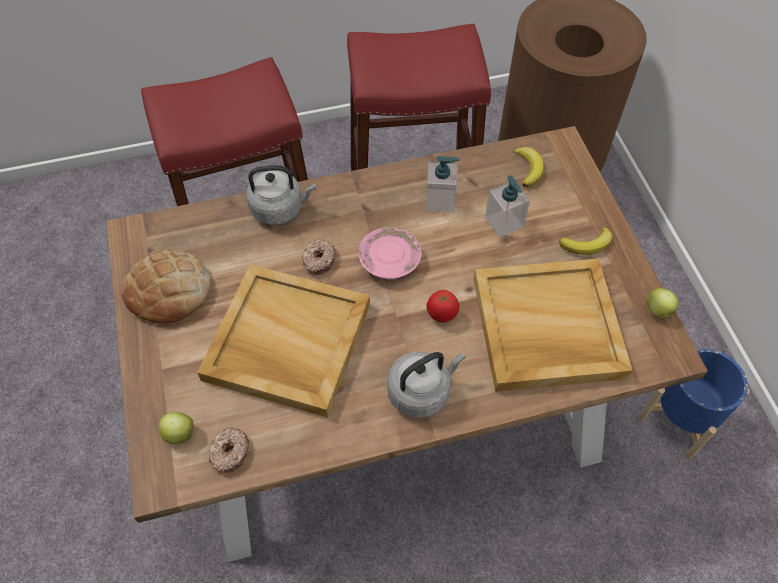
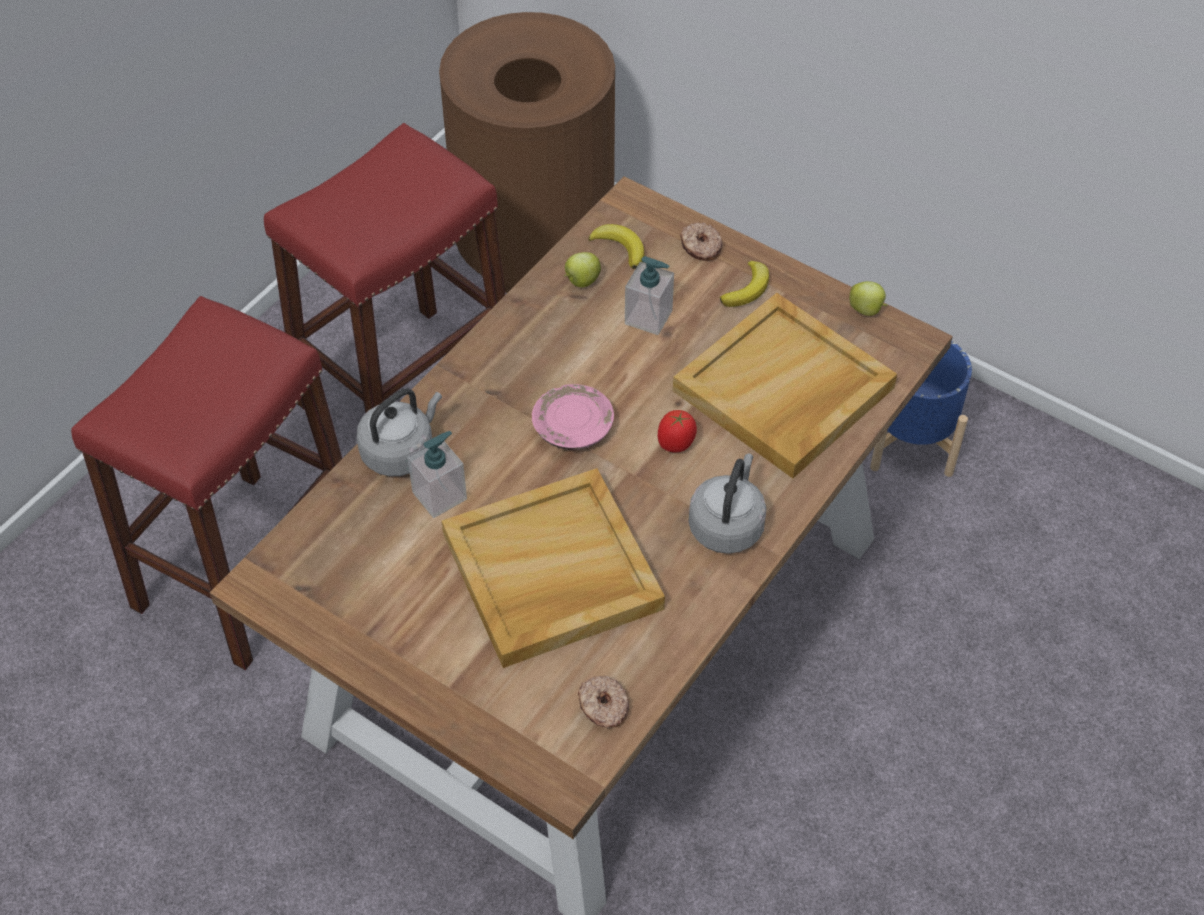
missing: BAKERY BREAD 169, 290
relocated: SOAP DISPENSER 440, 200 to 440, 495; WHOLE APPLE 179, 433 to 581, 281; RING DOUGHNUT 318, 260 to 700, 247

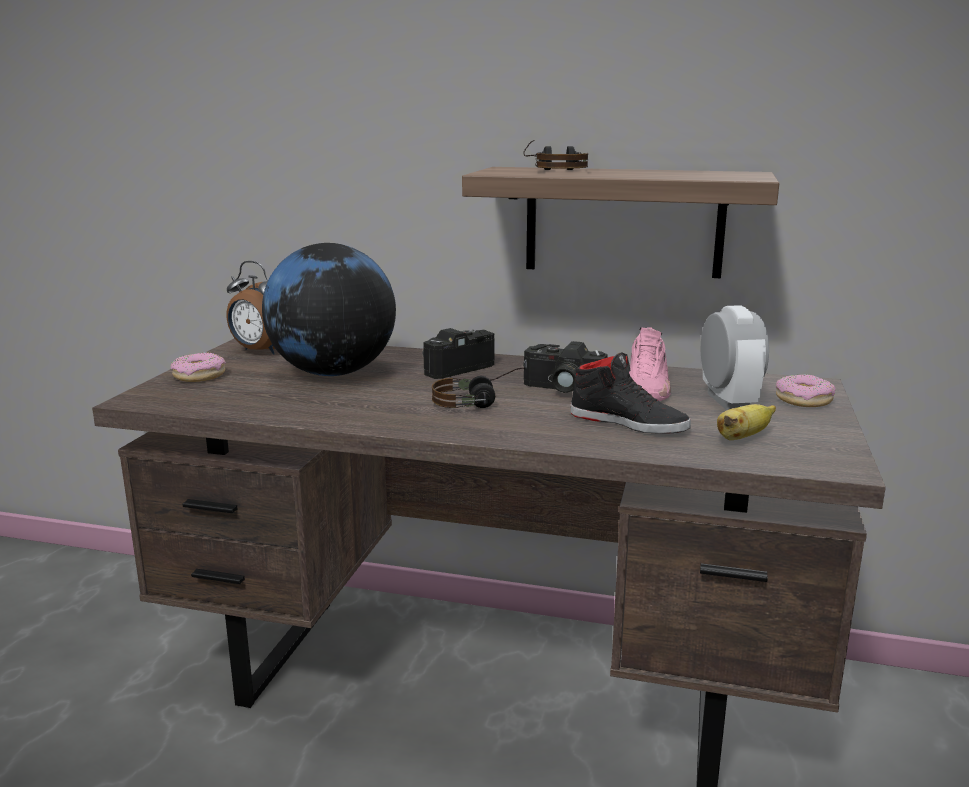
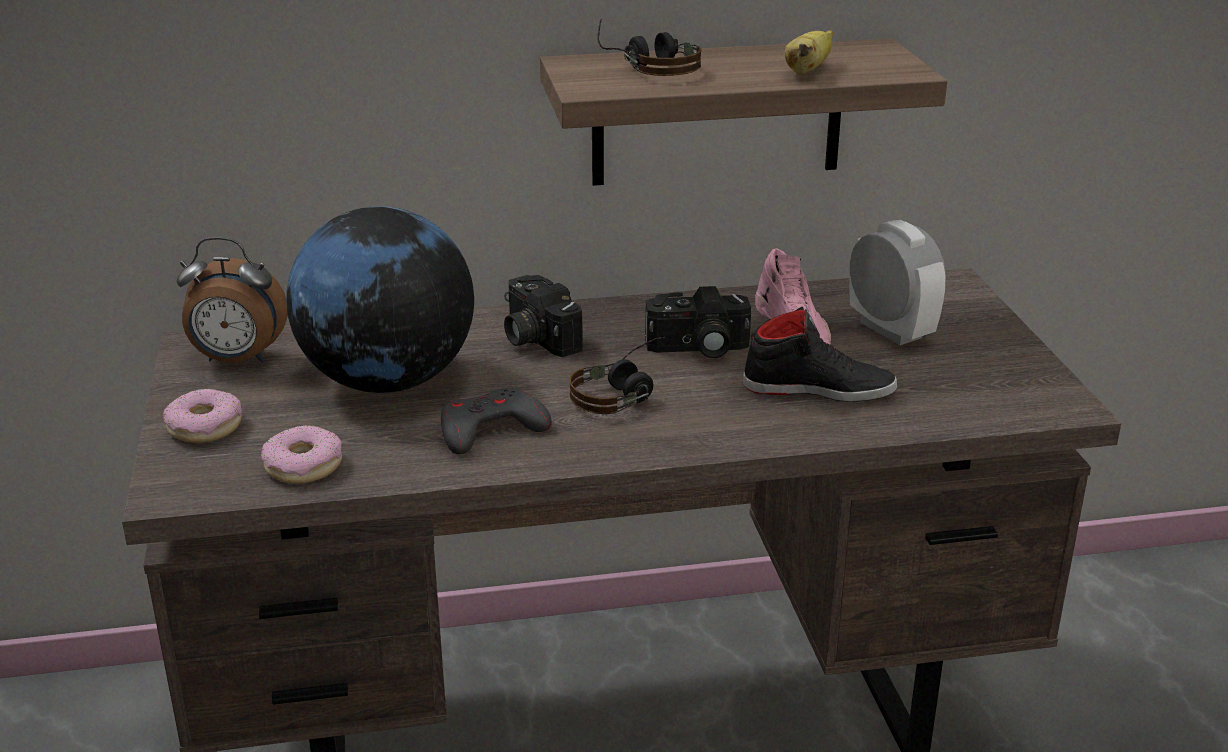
appeared: GREYISH GAMEPAD 491, 429
relocated: RING DOUGHNUT 803, 400 to 303, 466; BANANA 742, 437 to 807, 70
spun: STILL CAMERA 454, 367 = 534, 337 60 degrees counterclockwise

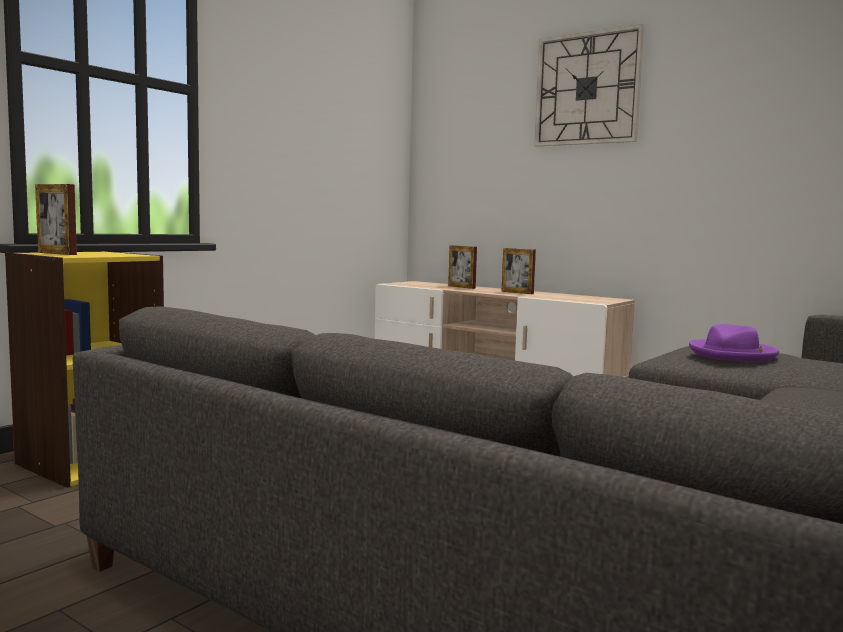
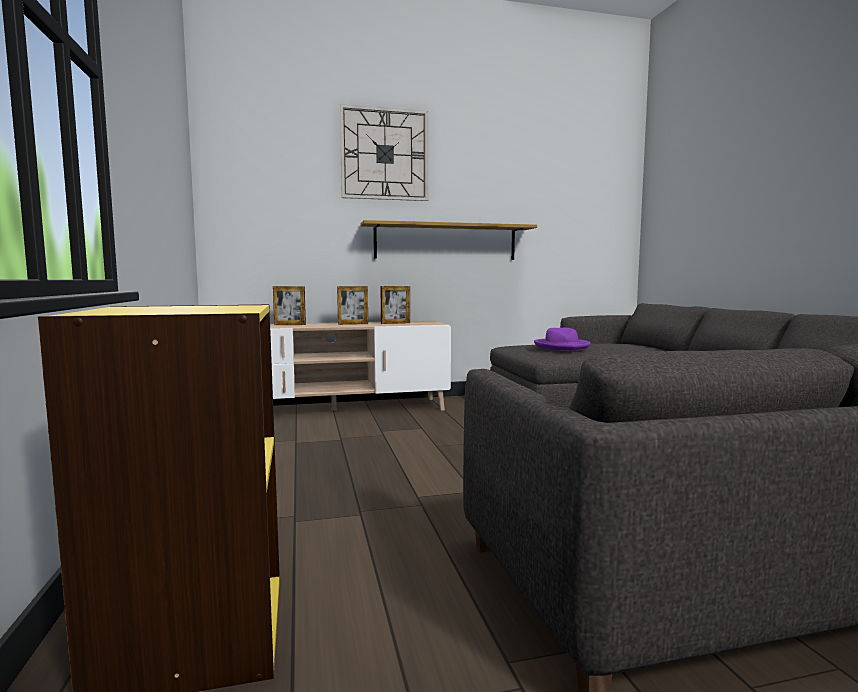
appeared: SHELF 446, 242
relocated: STANDING FRAME 57, 253 to 395, 323

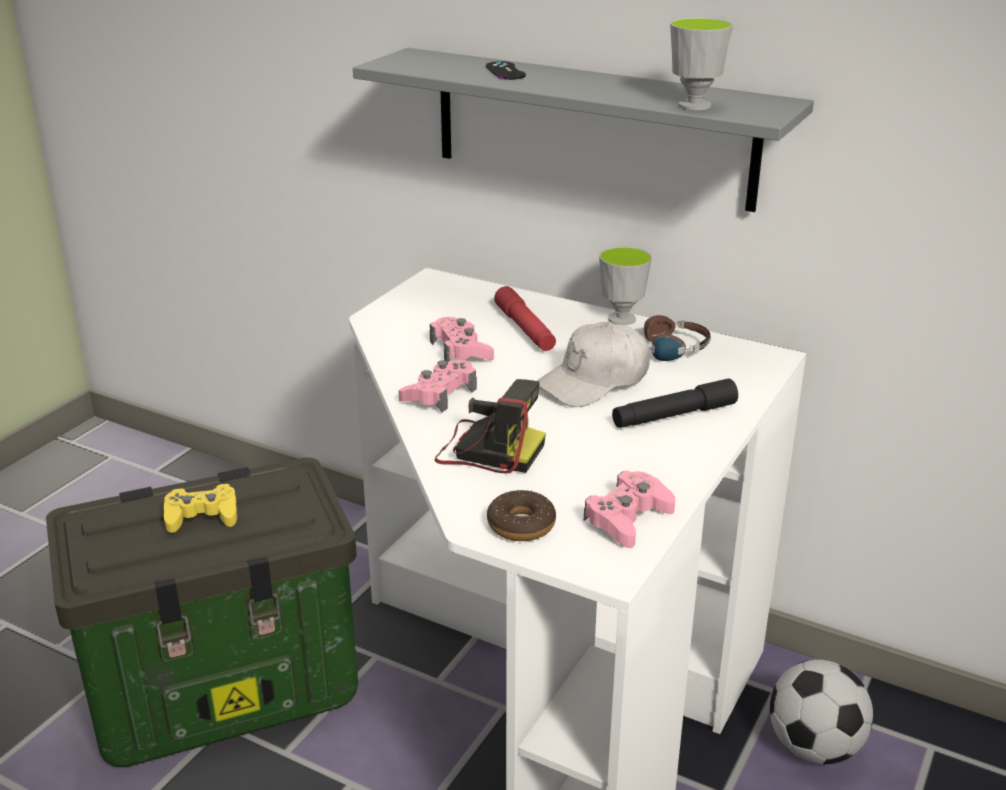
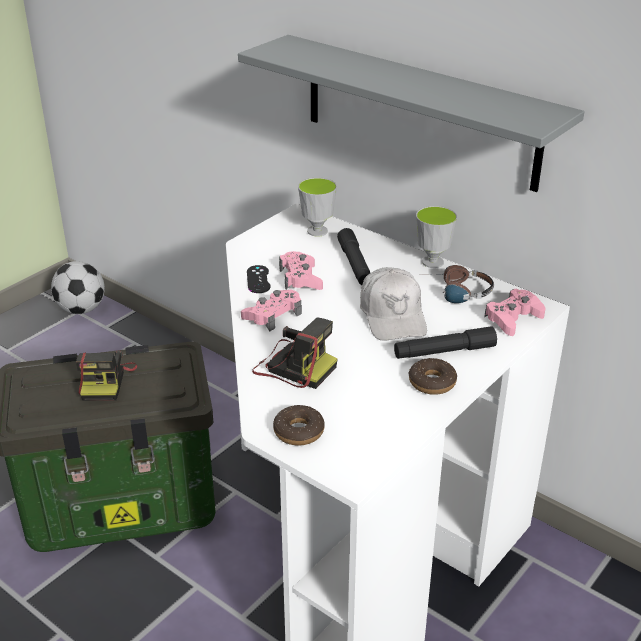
appeared: RING DOUGHNUT 432, 382
relocated: BALL FOR FOOTBALL 815, 748 to 82, 310; BLACK GAMEPAD 505, 71 to 258, 279; SMALL CUP 694, 105 to 317, 231; PINK-COLOURED GAMEPAD 627, 518 to 513, 318
exchanged: YELLOWISH GAMEPAD 202, 516 to STILL CAMERA 106, 381
colour: RED-COLOURED HAND TORCH 525, 329 to BLACK HAND TORCH 354, 264
spun: WHITISH BASEBALL CAP 594, 381 = 393, 316 75 degrees counterclockwise

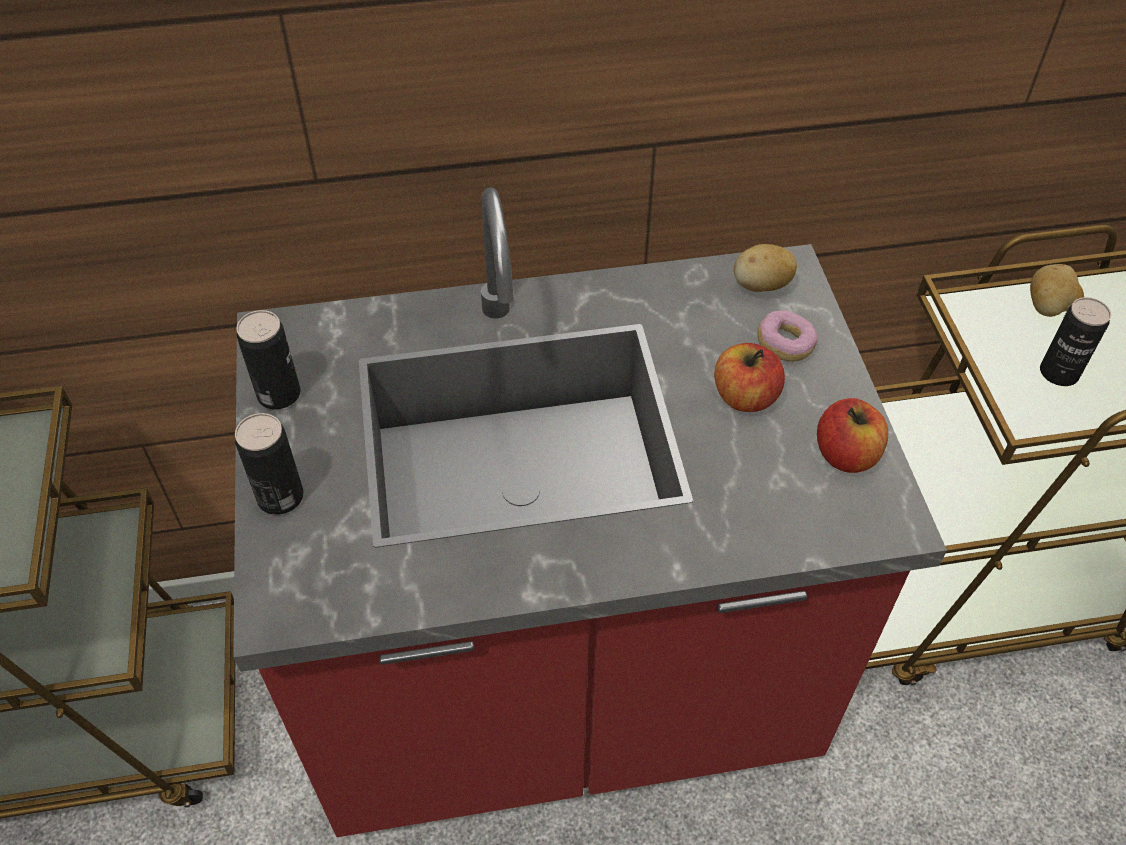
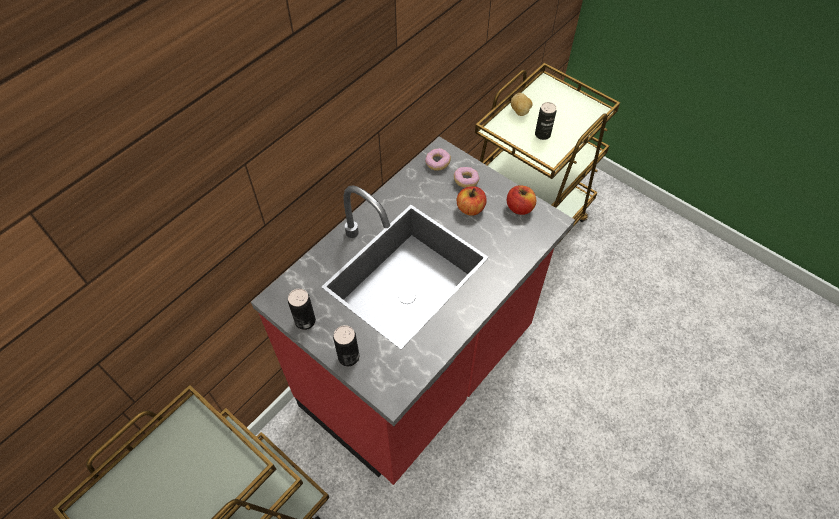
exchanged: WHOLE POTATO 761, 286 to RING DOUGHNUT 437, 163

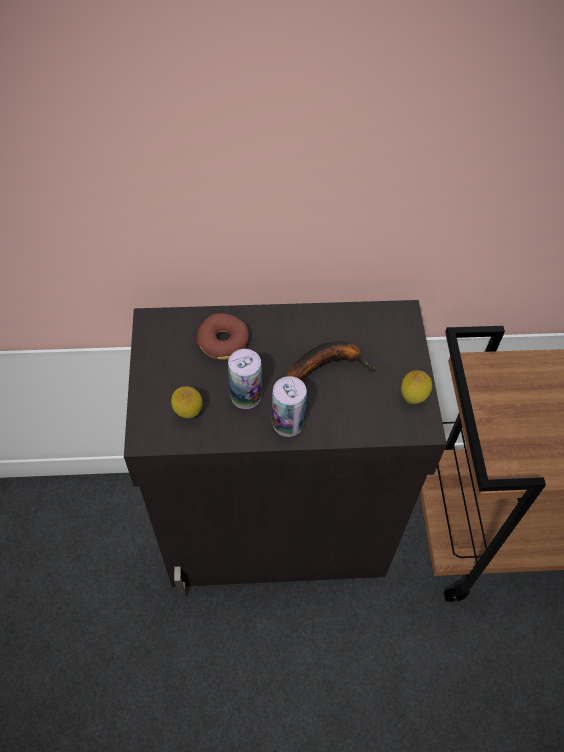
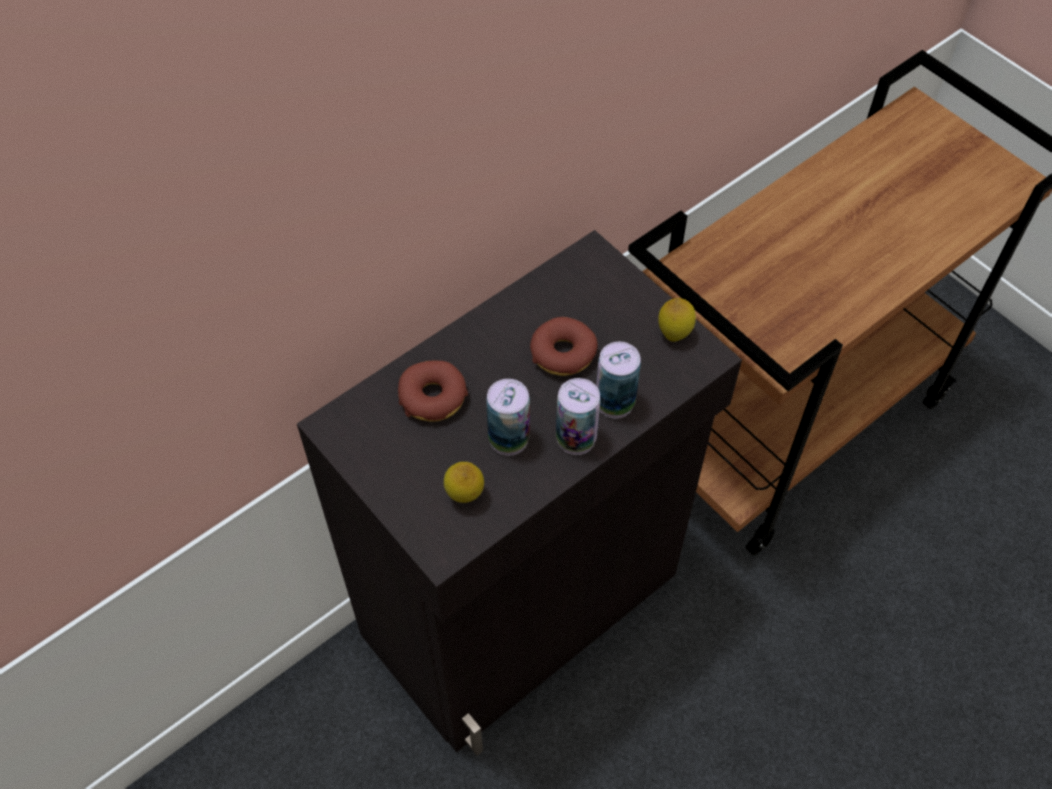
appeared: CAN 614, 402
exchanged: BANANA 327, 365 to RING DOUGHNUT 563, 353

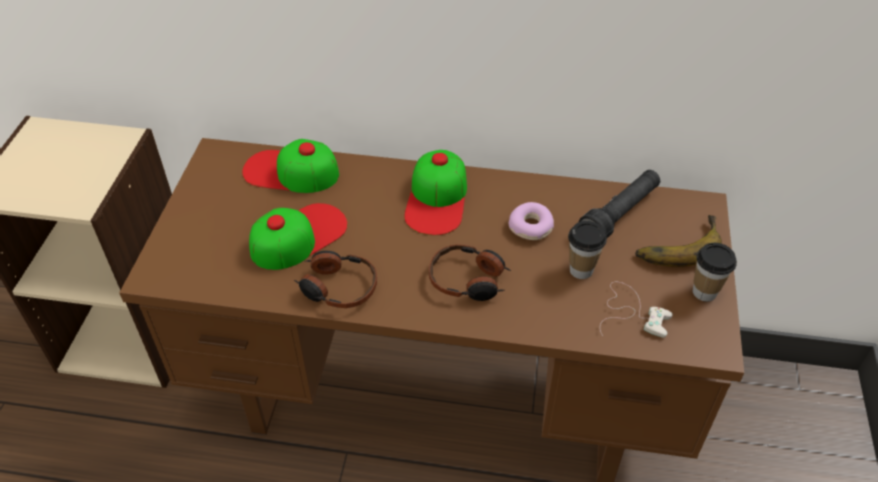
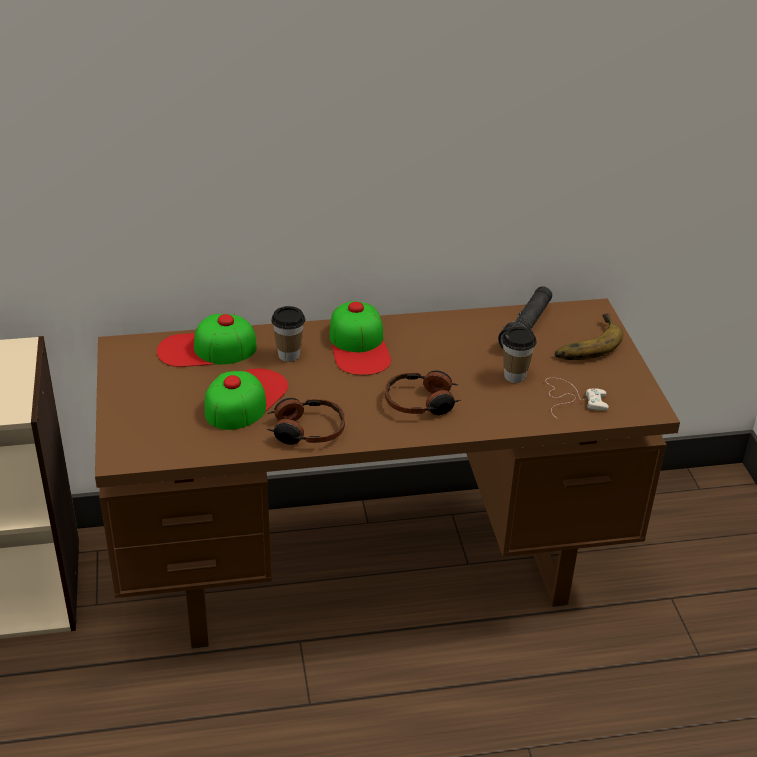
missing: RING DOUGHNUT 531, 227
relocated: SMALL CUP 704, 292 to 289, 355

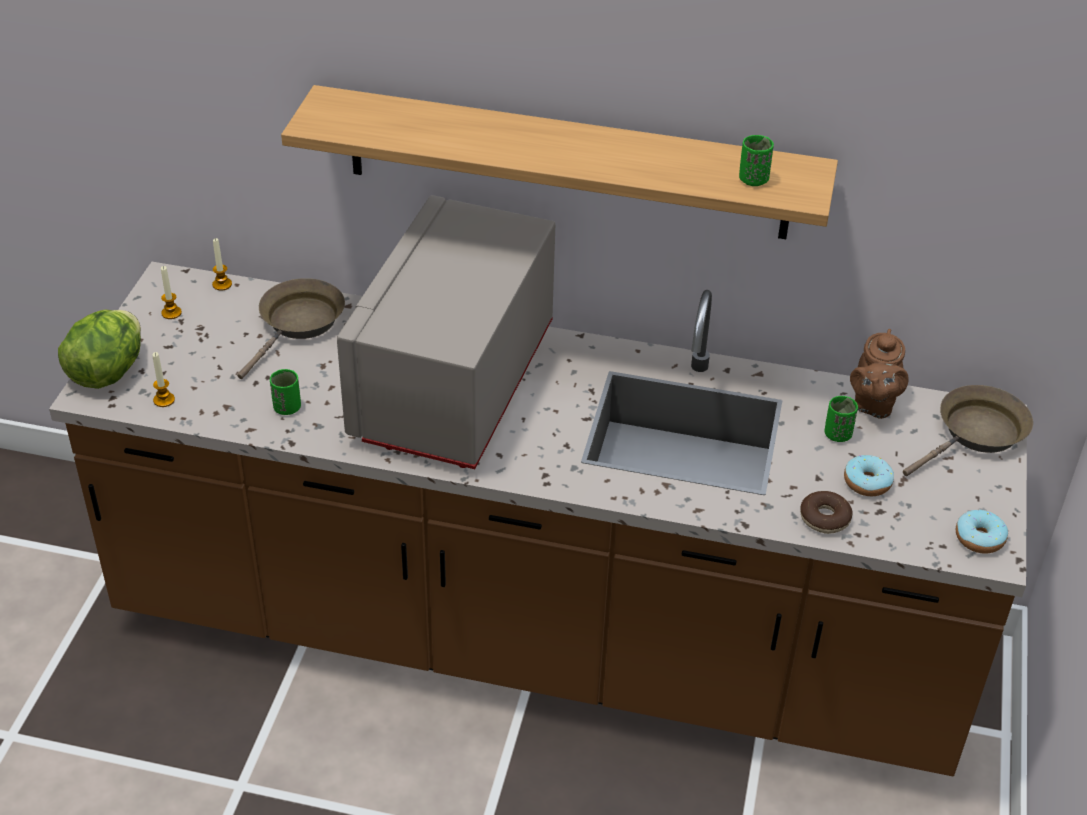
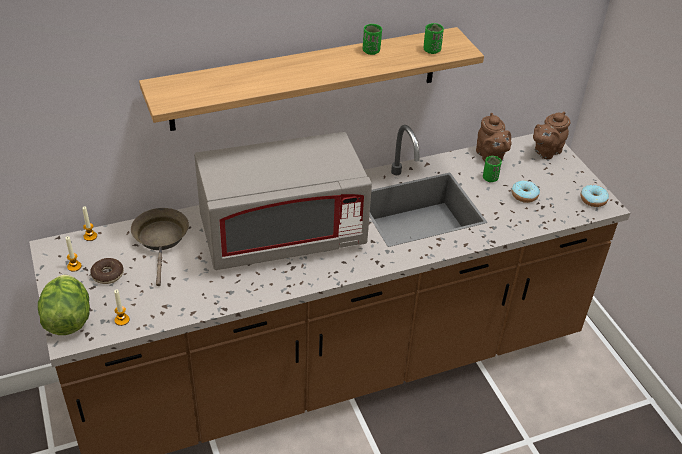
relocated: RING DOUGHNUT 824, 518 to 107, 275; GREENISH SMALL CUP 287, 408 to 371, 51
exchanged: BROWNISH PAN 976, 434 to BROWNISH POT FOR TEA 546, 152
spun: GREYISH MICROWAVE 453, 384 = 282, 235 90 degrees counterclockwise

